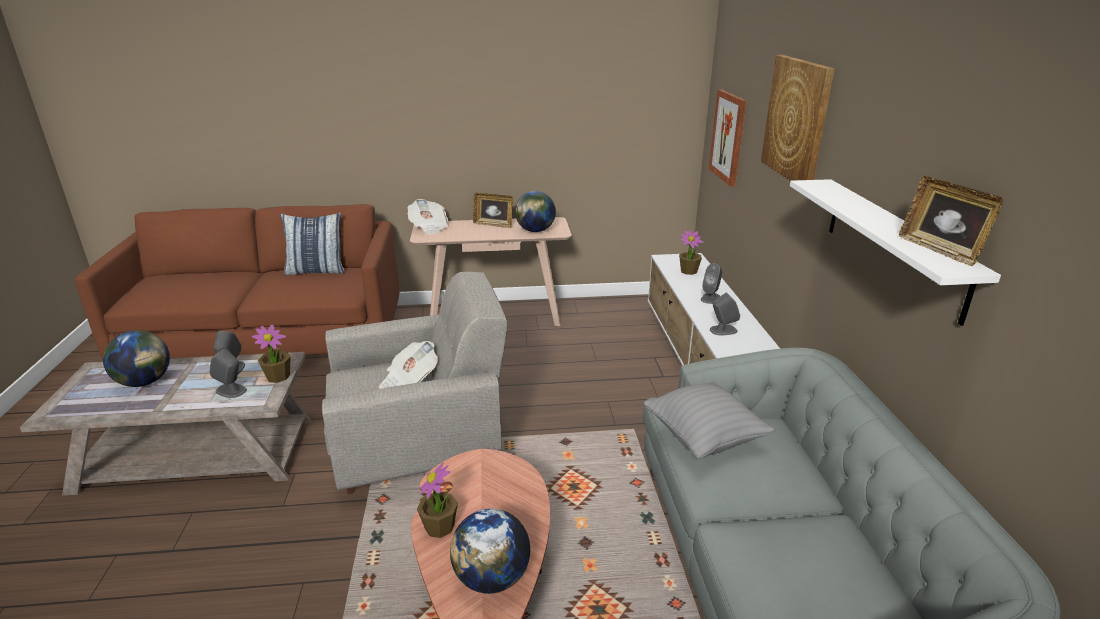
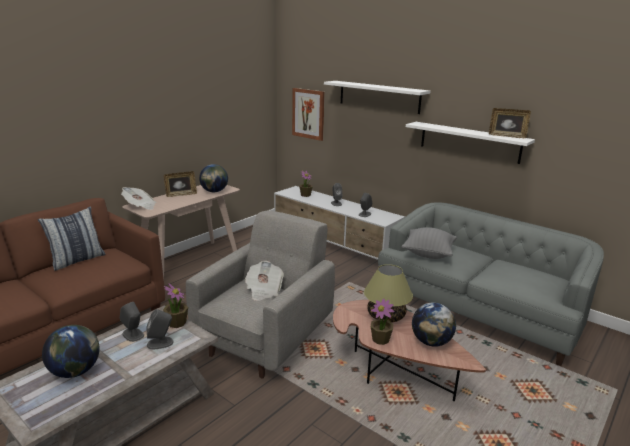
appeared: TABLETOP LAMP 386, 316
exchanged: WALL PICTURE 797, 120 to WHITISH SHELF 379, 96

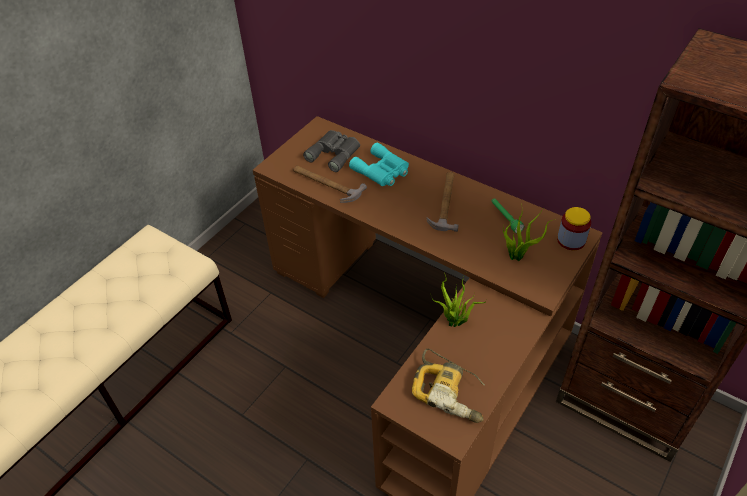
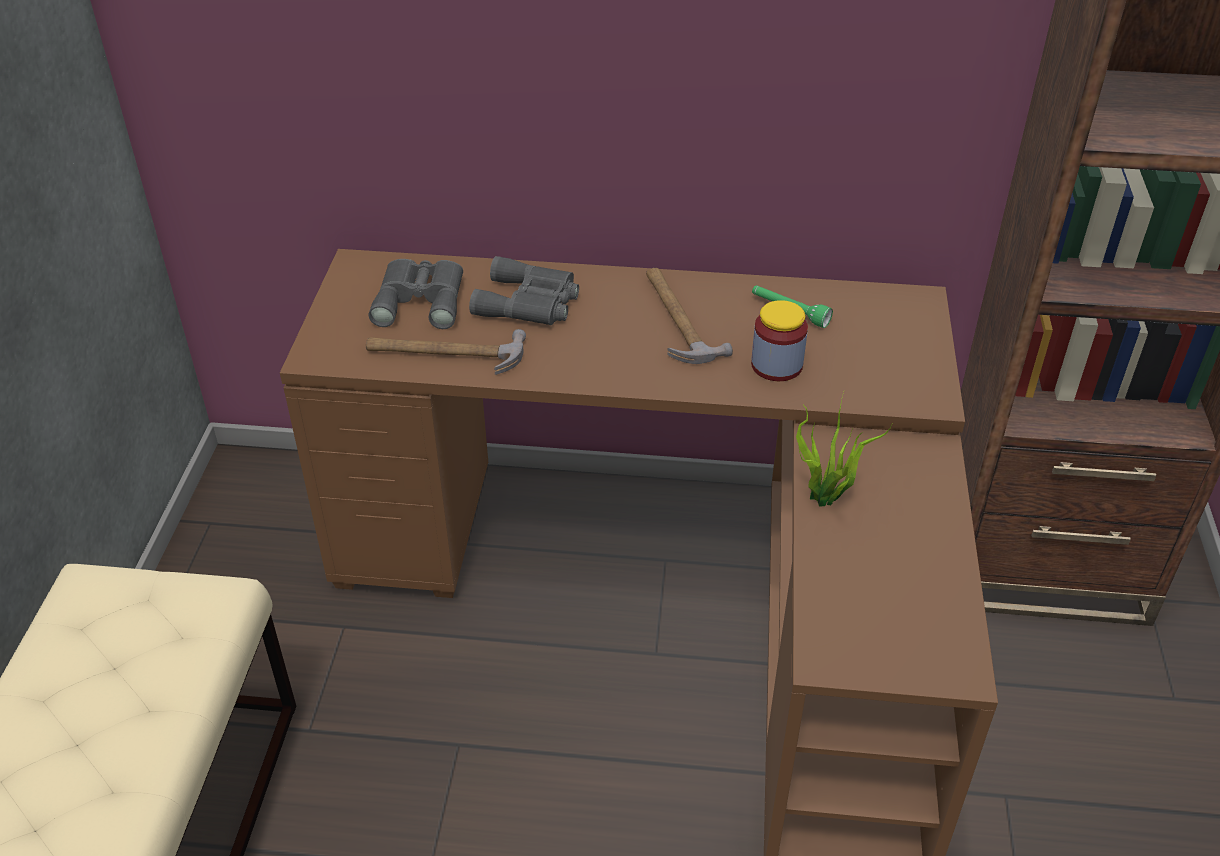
missing: ELECTRIC DRILL 450, 391; POTTED PLANT 518, 256
relocated: STORAGE JAR 571, 240 to 776, 365
colour: TURQUOISE PAIR OF BINOCULARS 382, 171 to GREYISH PAIR OF BINOCULARS 529, 303

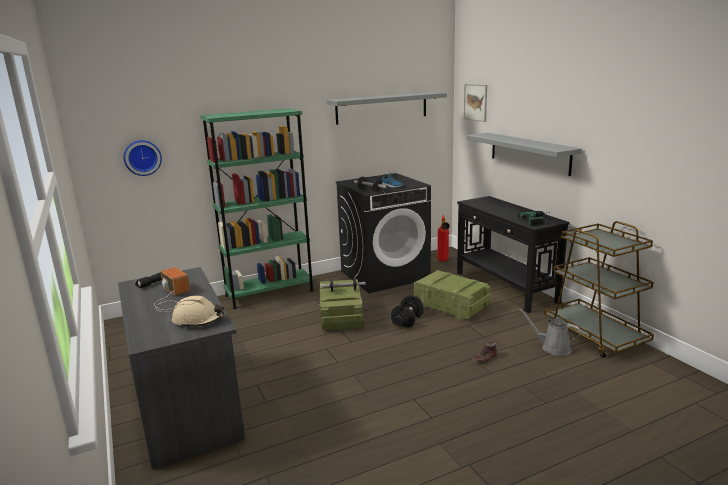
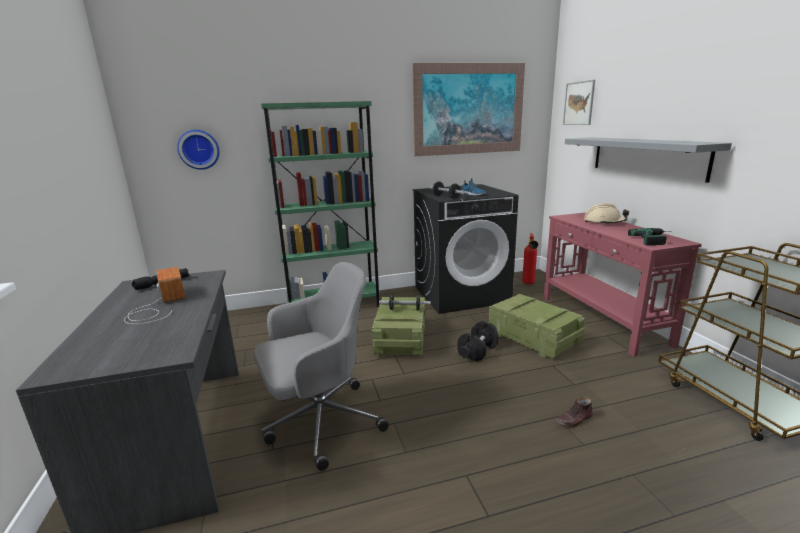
missing: GREYISH WATERING POT 553, 348
appeared: GREYISH OFFICE CHAIR 320, 422
relocated: BEIGE-COLOURED WORK HELMET 198, 320 to 604, 222
exchanged: GREYISH SHELF 382, 108 to WALL PICTURE 469, 109
colour: BLACK HALL TABLE 505, 287 to RED-COLOURED HALL TABLE 602, 320

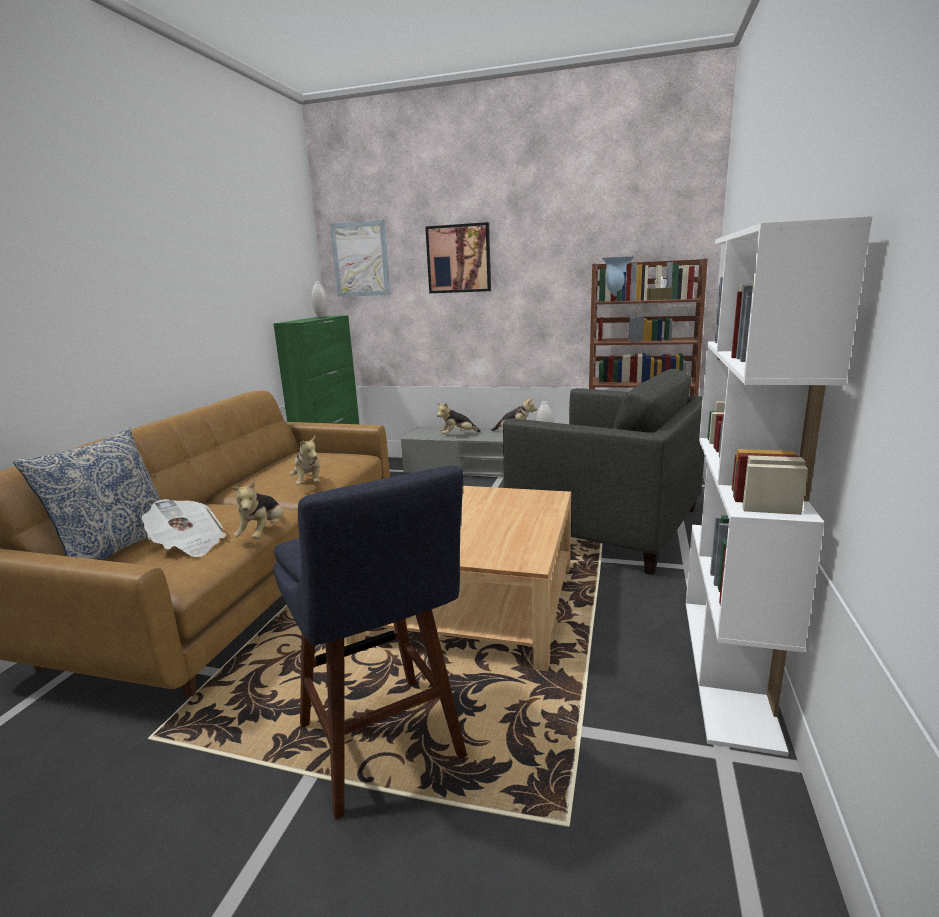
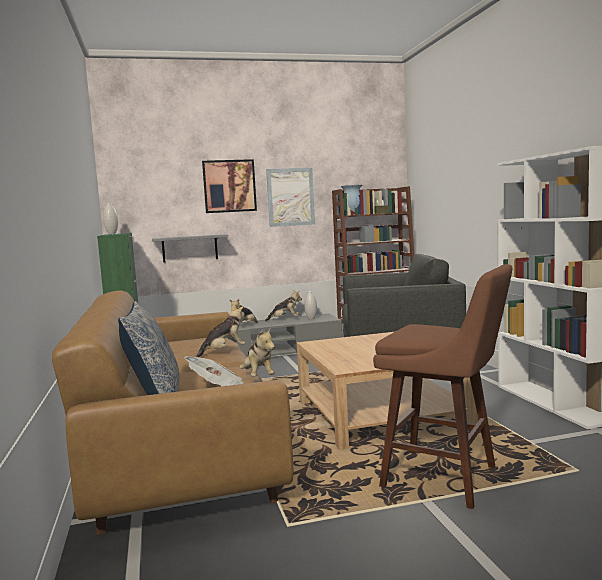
appeared: GREYISH SHELF 190, 248
relocated: WALL PICTURE 360, 259 to 290, 197
colour: BLUE STOOL SEAT 384, 748 to BROWNISH STOOL SEAT 447, 479
spun: CUDDLY TOY 309, 483 = 224, 352 75 degrees counterclockwise

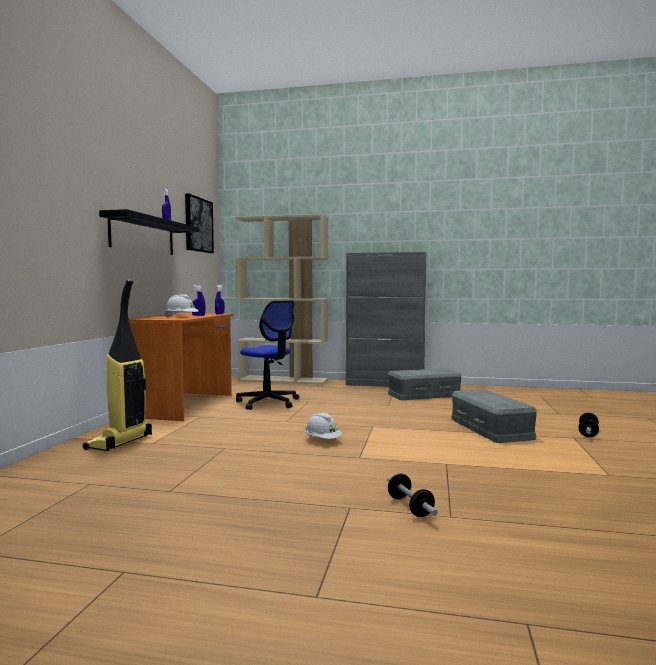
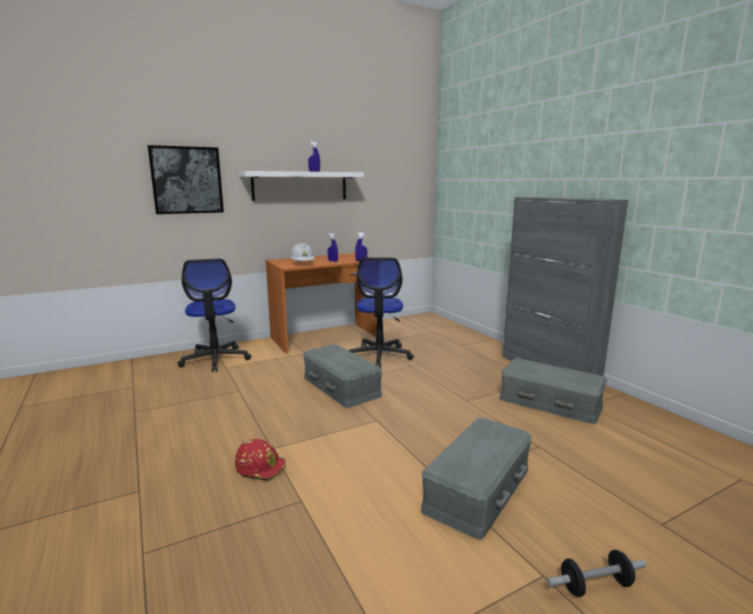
missing: BEIGE-COLOURED BOOKSHELF 283, 380; WHITISH WORK HELMET 322, 440; HAND WEIGHT 410, 507
appeared: RED-COLOURED WORK HELMET 261, 467; GREYISH STORAGE CONTAINER 342, 386
relocated: WALL PICTURE 198, 225 to 187, 180
exchanged: HOOVER 119, 443 to OFFICE CHAIR 215, 359
colour: BLACK SHELF 143, 235 to WHITISH SHELF 300, 186

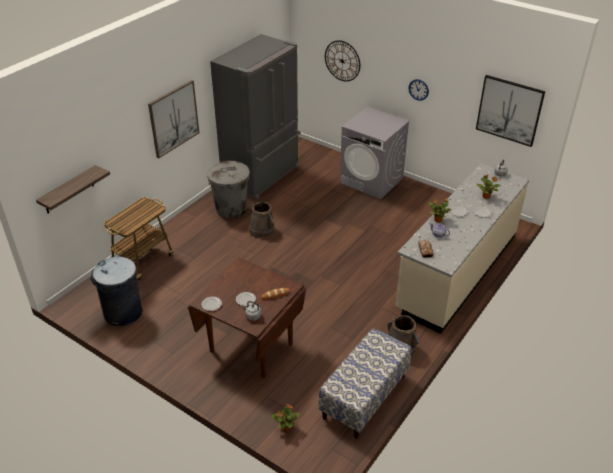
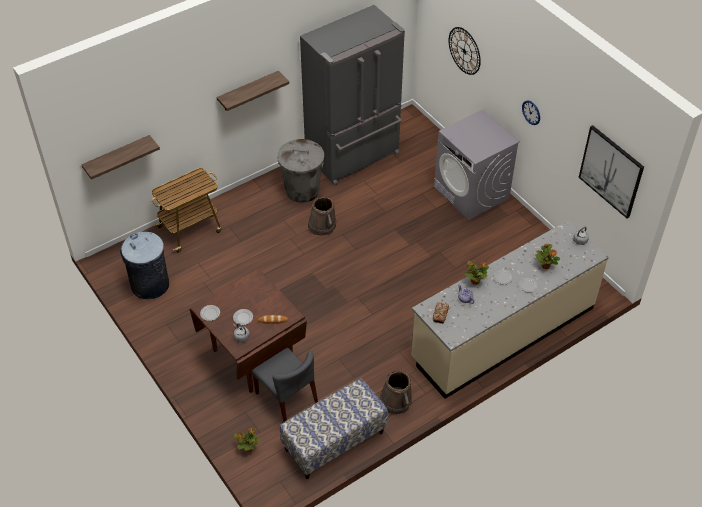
appeared: GREYISH CHAIR 286, 397
exchanged: WALL PICTURE 174, 118 to SHELF 248, 91

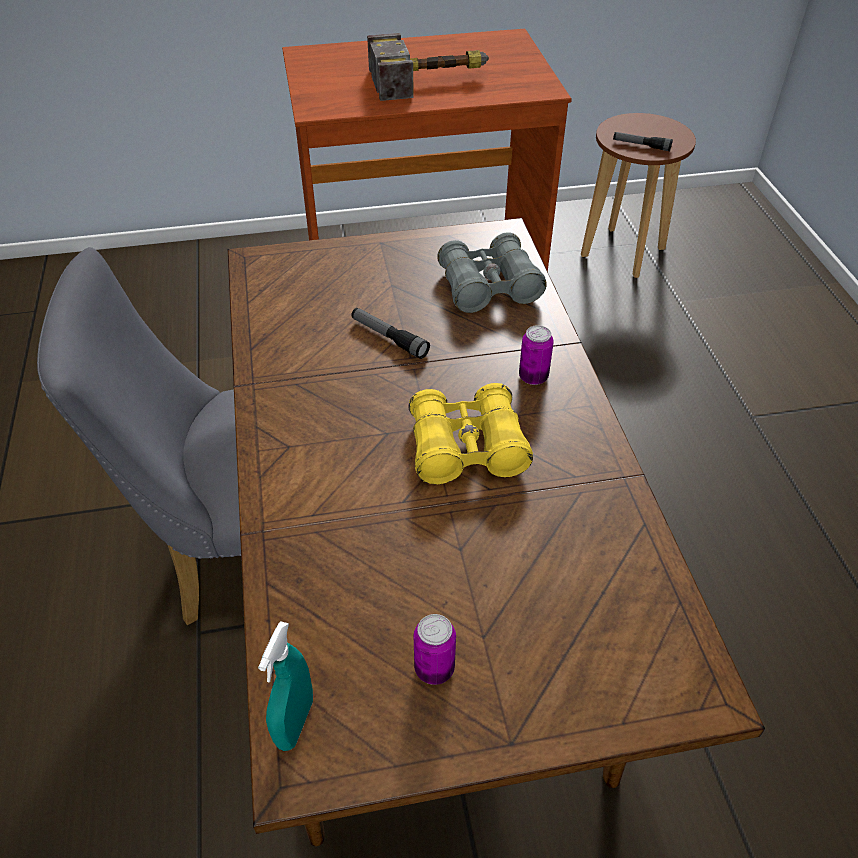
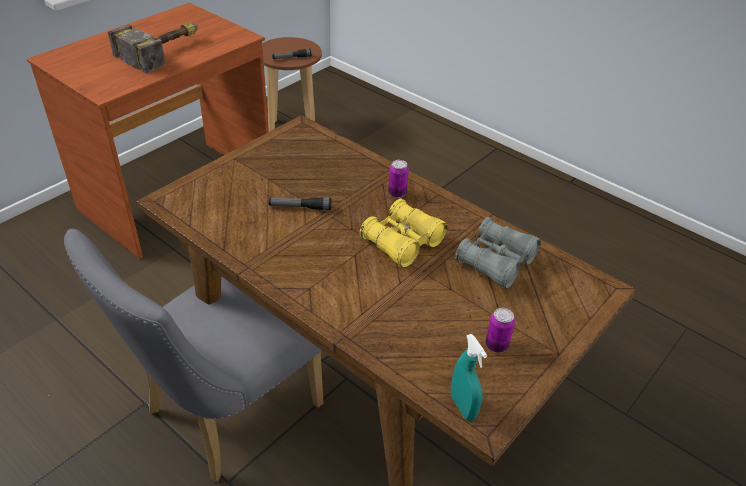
relocated: GREYISH PAIR OF BINOCULARS 489, 287 to 496, 262

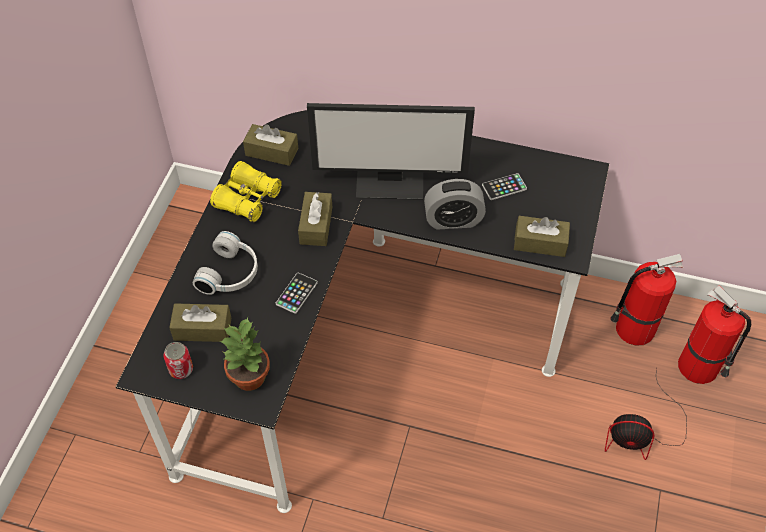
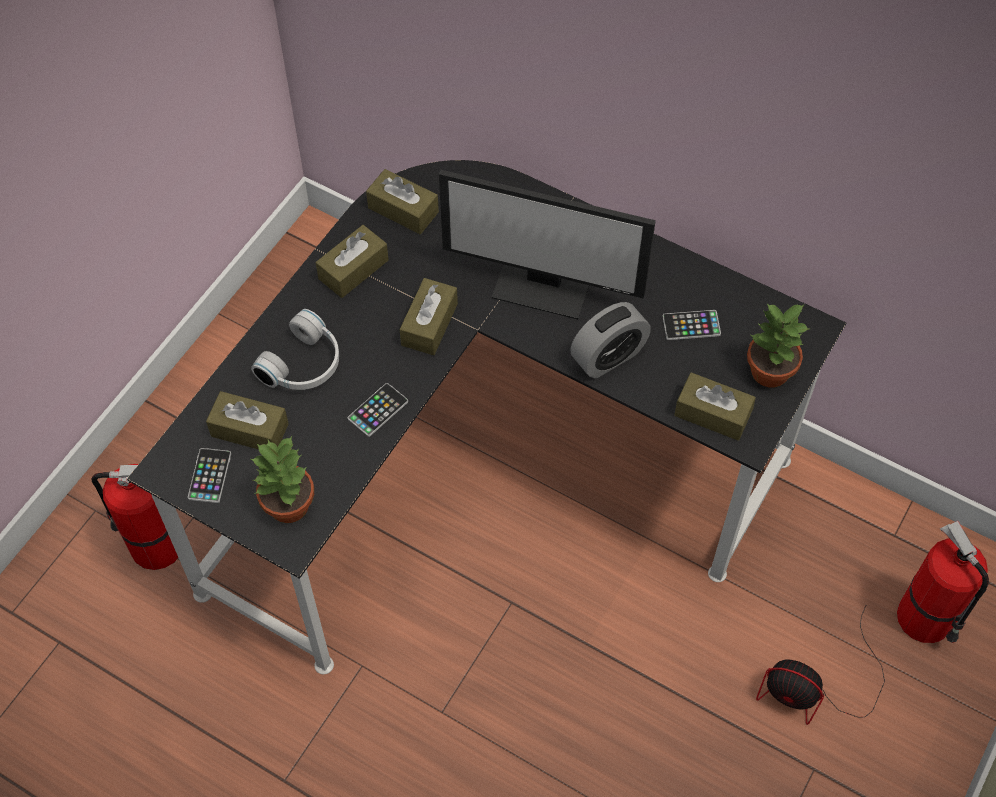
appeared: POTTED PLANT 768, 371
relocated: FIRE EXTINGUISHER 633, 329 to 153, 545
exchanged: CAN 181, 369 to PHONE 209, 476; YELLOWISH PAIR OF BINOCULARS 247, 199 to BROWNISH TISSUE HOLDER 353, 269
spun: ALARM CLOCK 453, 220 = 608, 357 45 degrees counterclockwise

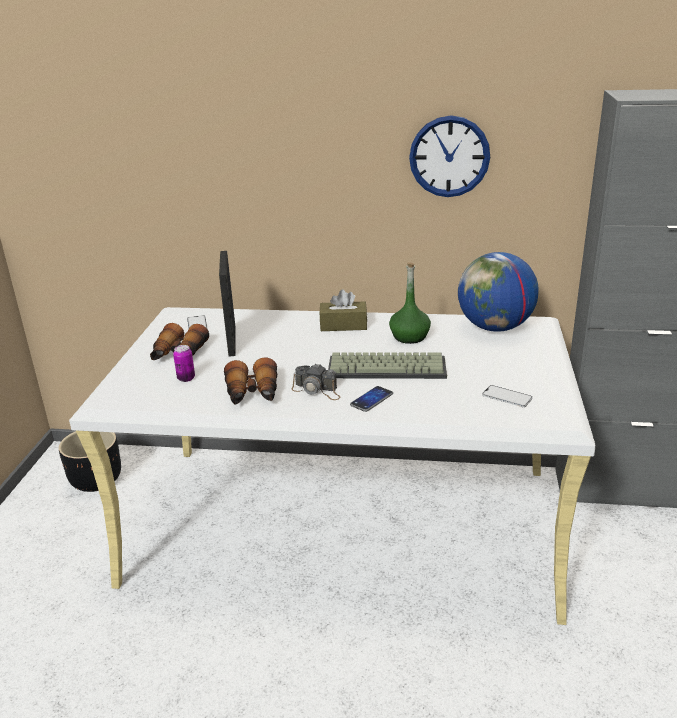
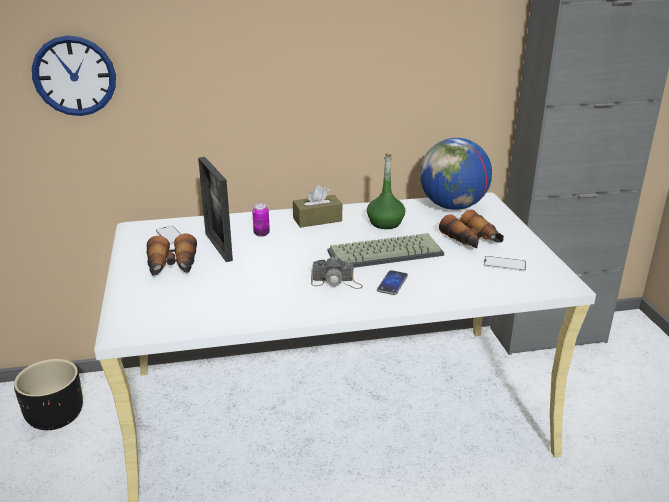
relocated: WALL CLOCK 449, 156 to 74, 76; CAN 186, 378 to 261, 234; PAIR OF BINOCULARS 252, 394 to 472, 241

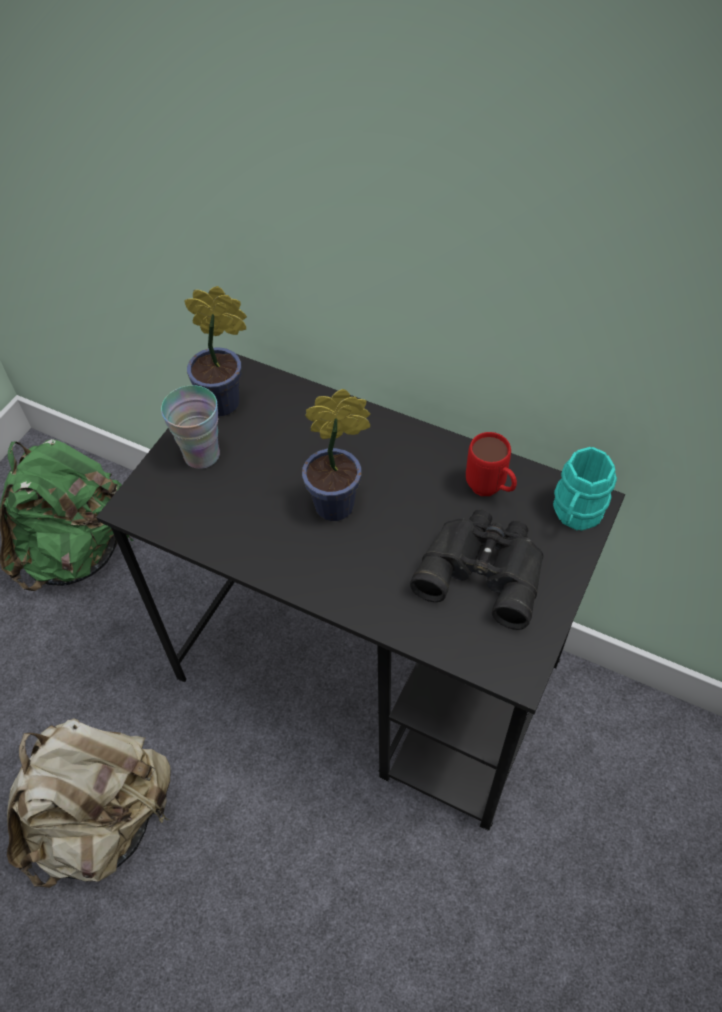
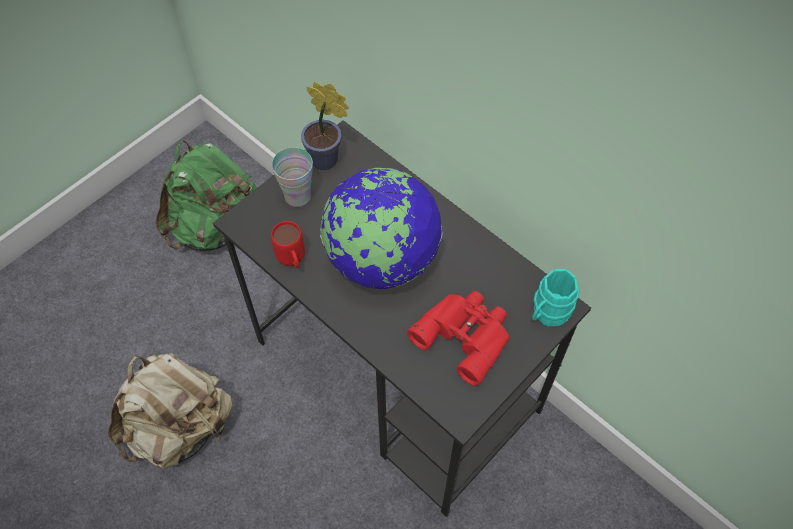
relocated: RED-COLOURED COFFEE MUG 490, 491 to 293, 262
exchanged: POTTED PLANT 340, 505 to DESK GLOBE 381, 260
colour: BLACK PAIR OF BINOCULARS 483, 569 to RED-COLOURED PAIR OF BINOCULARS 465, 335

